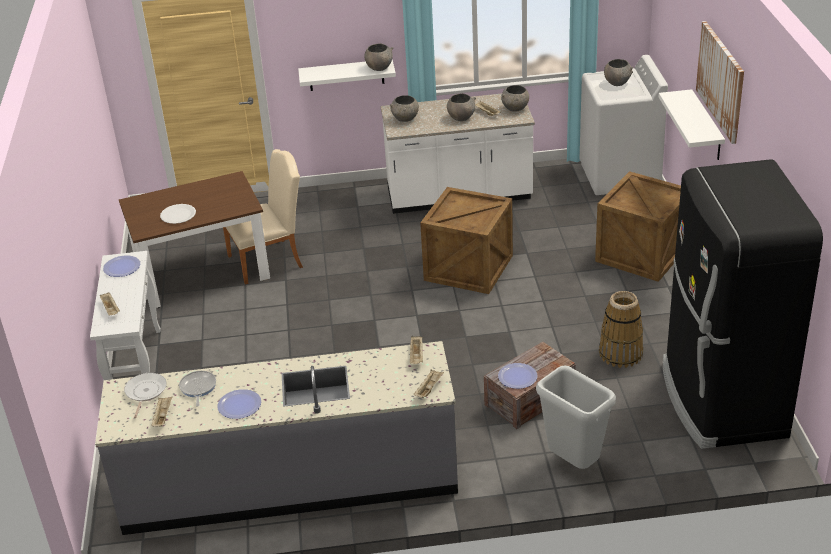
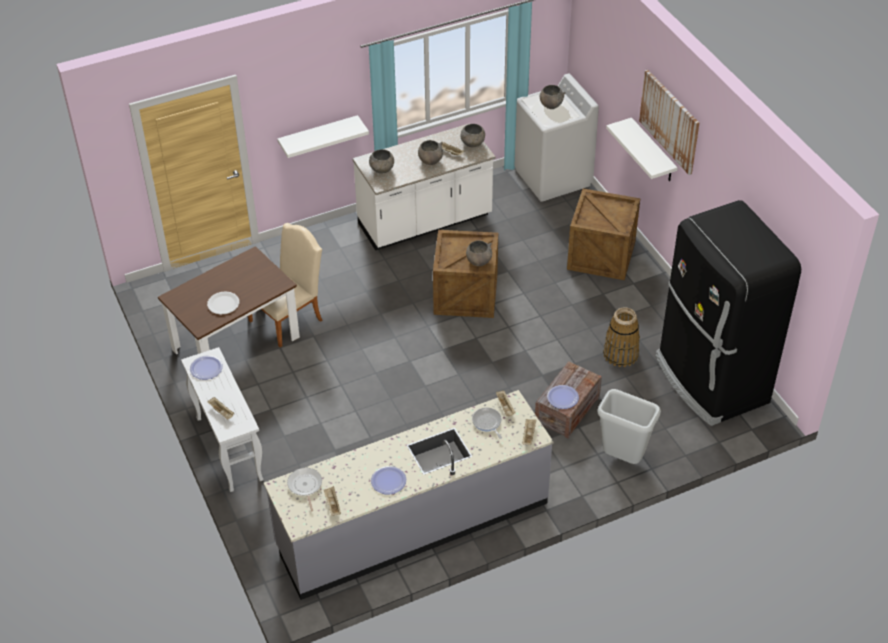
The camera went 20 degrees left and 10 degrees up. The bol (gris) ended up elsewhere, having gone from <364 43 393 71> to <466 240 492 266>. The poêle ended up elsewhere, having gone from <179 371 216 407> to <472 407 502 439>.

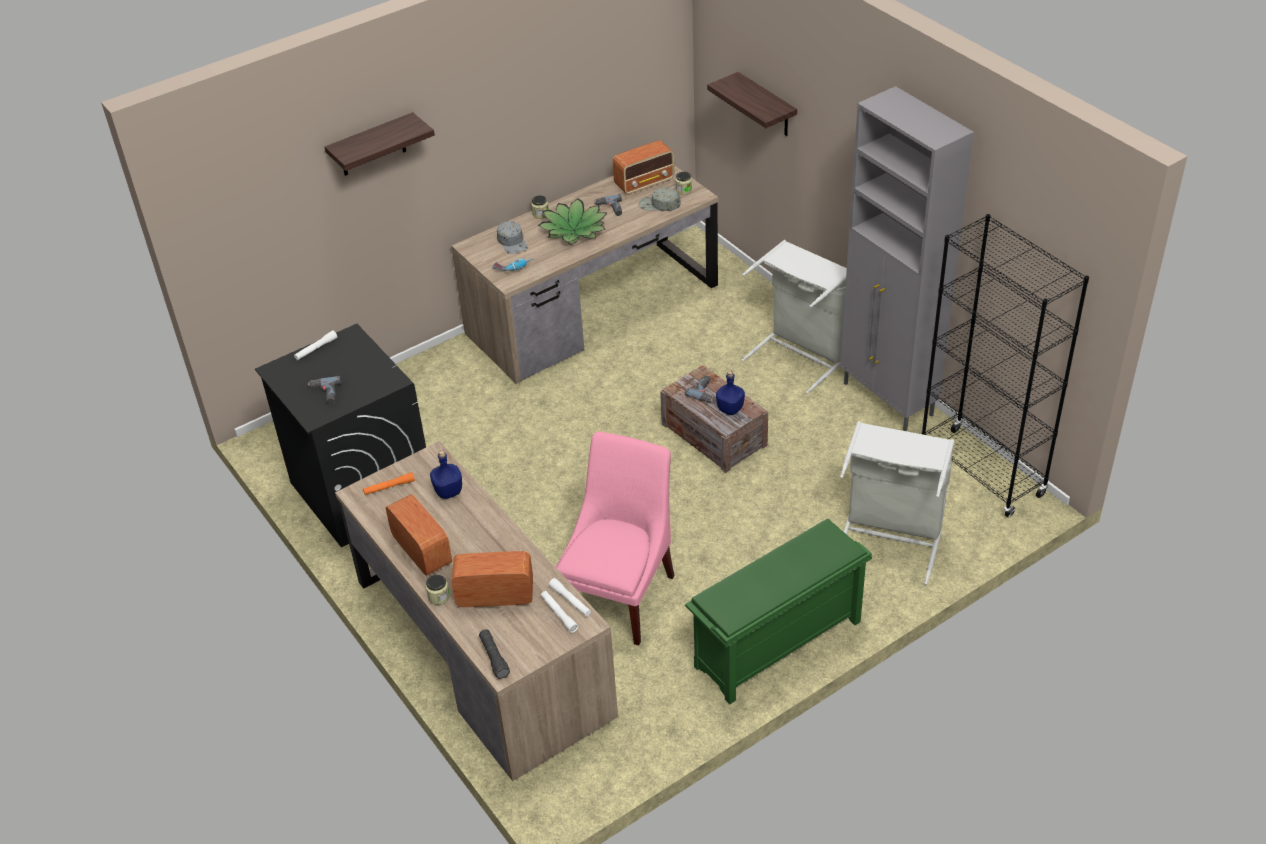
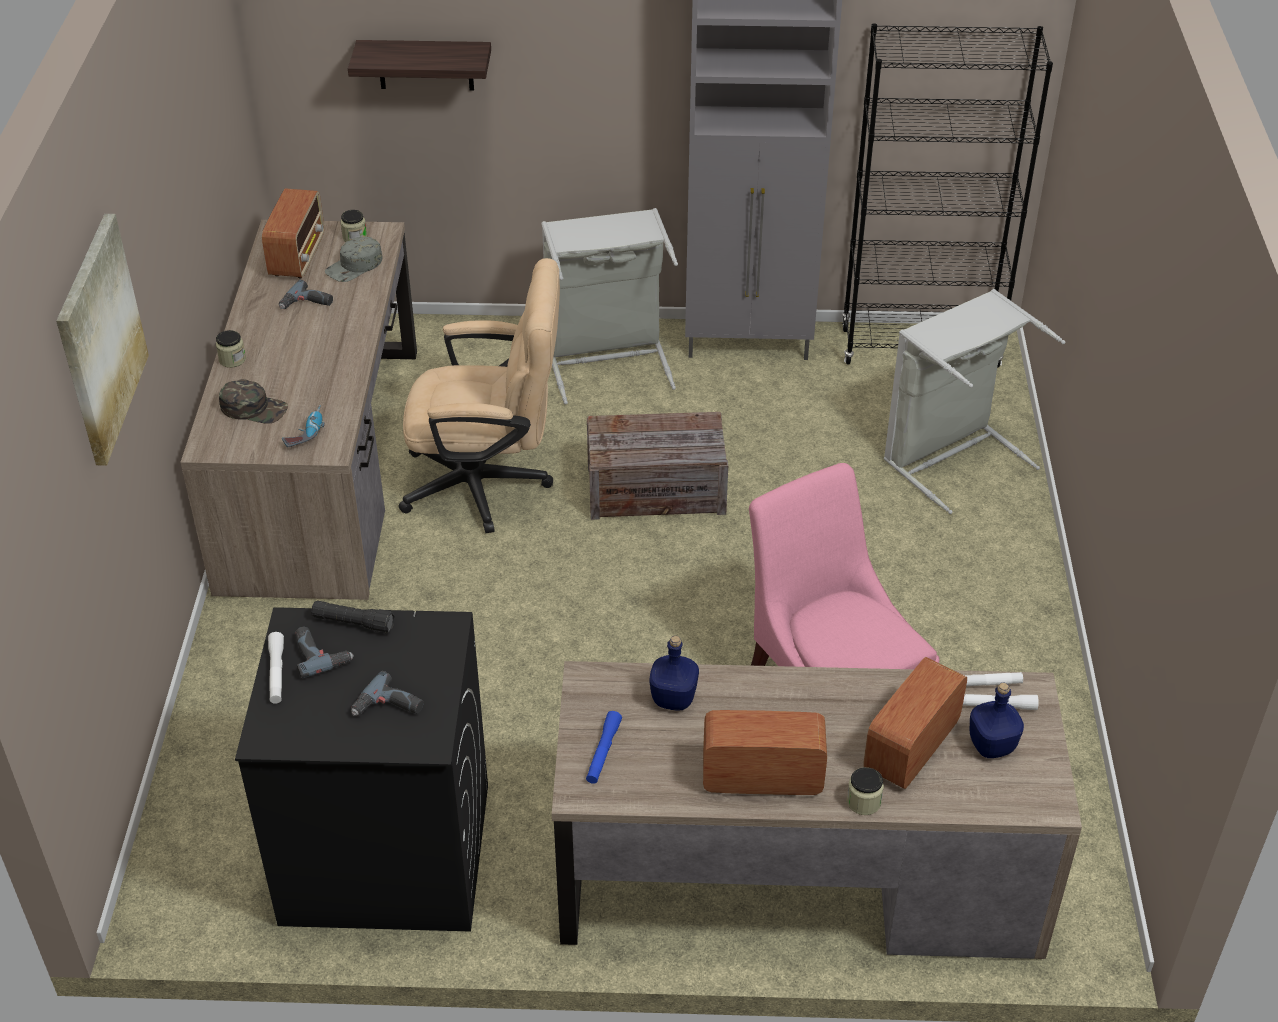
The camera went 55 degrees left and 0 degrees up. Where the étagère hung at <325 112 435 176>, the tableau came to hang at <56 214 149 466>. What was the casquette (gris) at <497 221 528 254> turned into the casquette (vert) at <219 379 288 424>. The perceuse ended up elsewhere, having gone from <685 375 713 403> to <295 627 354 679>. The lampe de poche (noir) ended up elsewhere, having gone from <479 629 510 679> to <311 601 395 633>. The second view gained the chaise de bureau (beige) at <398 258 560 533>. What was the lampe de poche (orange) at <363 472 415 495> turned into the lampe de poche (bleu) at <586 711 622 784>. The bouteille (bleu) ended up elsewhere, having gone from <716 371 745 415> to <970 683 1024 758>. The second view lost the plante en pot at <538 198 607 245>. The second view lost the étagère à chaussures (vert) at <685 519 872 704>.

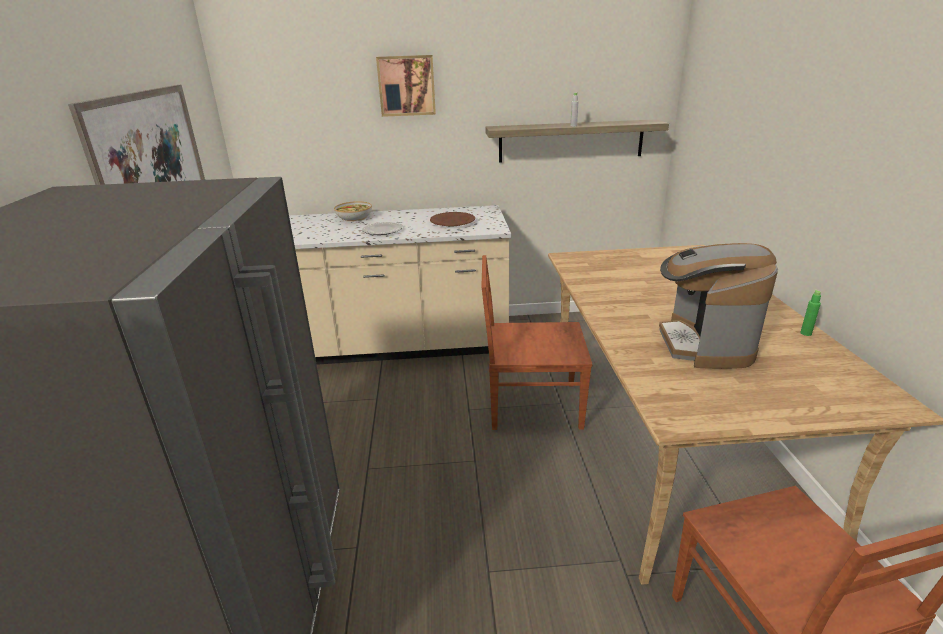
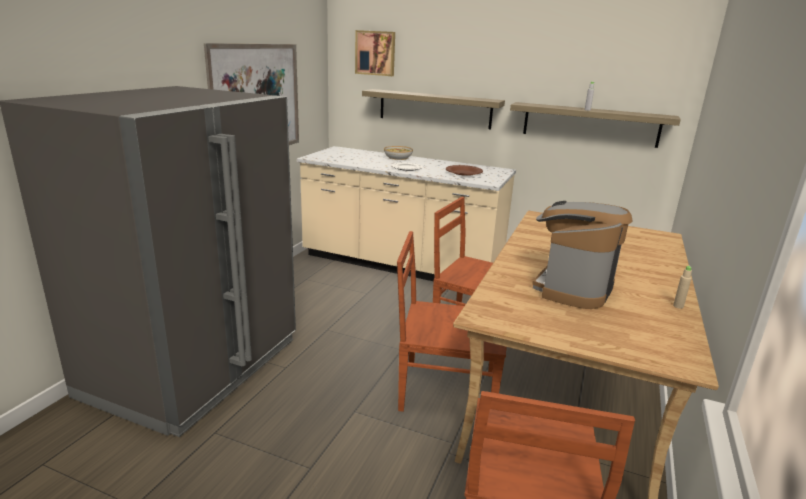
The camera went 25 degrees right and 5 degrees down. The tableau ended up elsewhere, having gone from <376 55 436 117> to <355 30 395 76>. The second view gained the étagère at <362 89 505 129>. The second view gained the chaise (marron) at <397 231 506 412>. What was the bouteille (vert) at <800 290 821 336> turned into the bouteille (beige) at <673 266 692 309>.

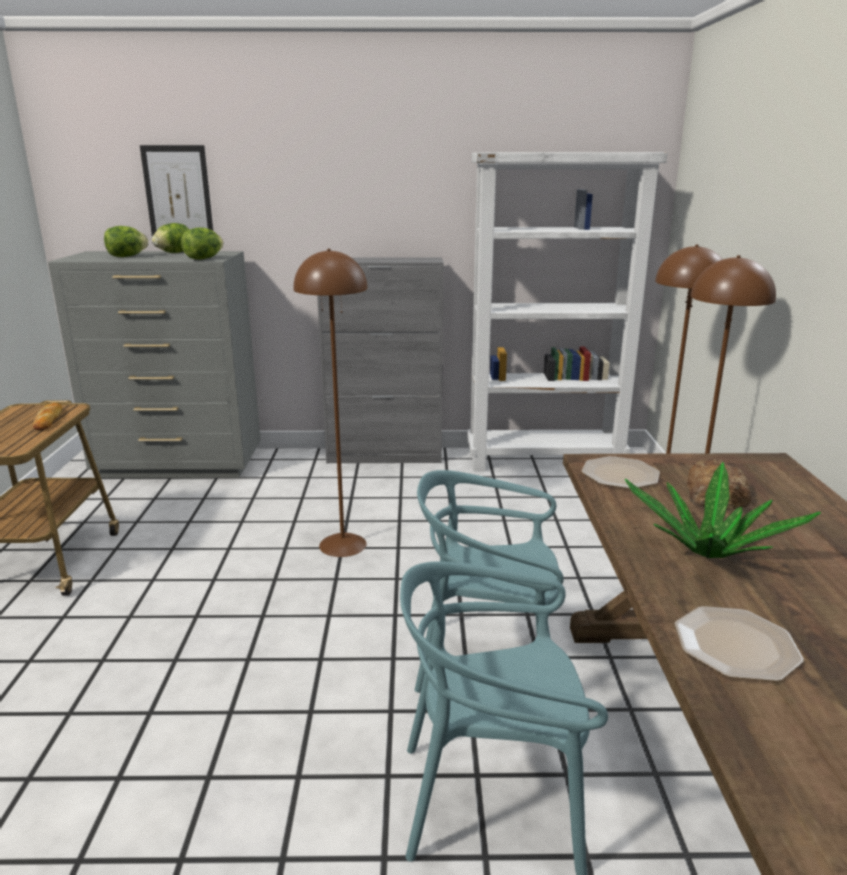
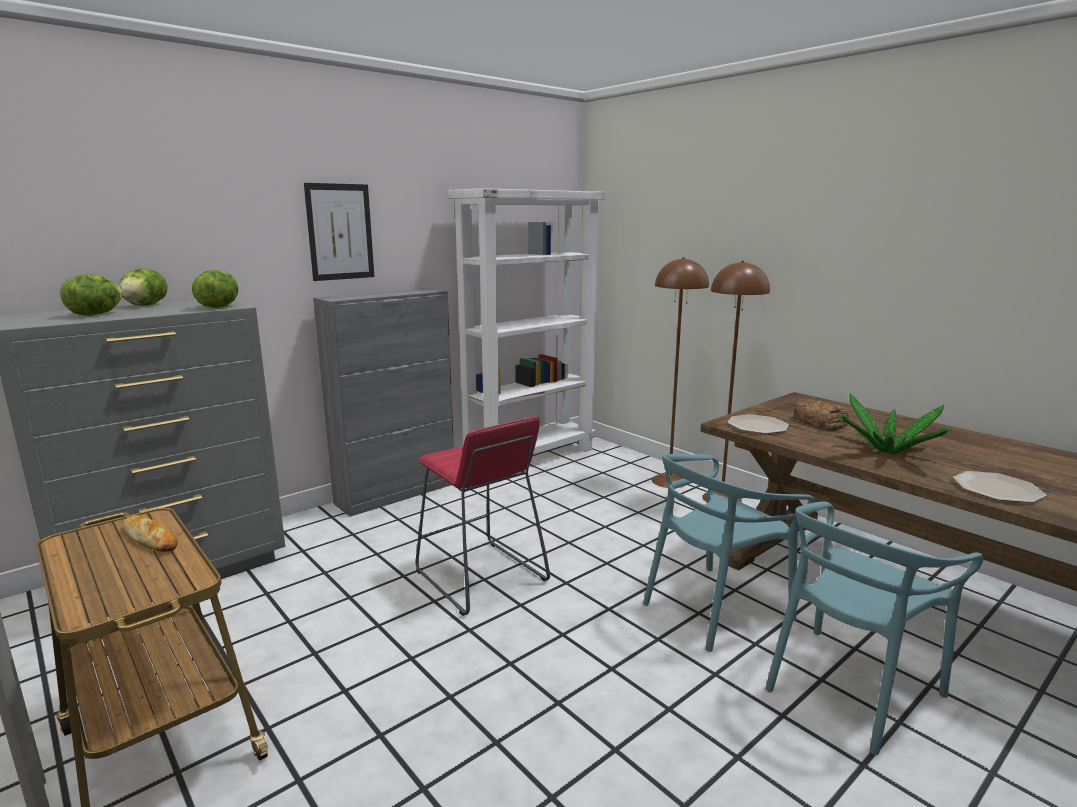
The camera went 40 degrees left and 5 degrees down. The tableau ended up elsewhere, having gone from <140 145 213 236> to <304 183 374 281>. Where the lampadaire (marron) stood at <294 249 368 557>, the tabouret (rouge) came to stand at <415 416 550 616>.

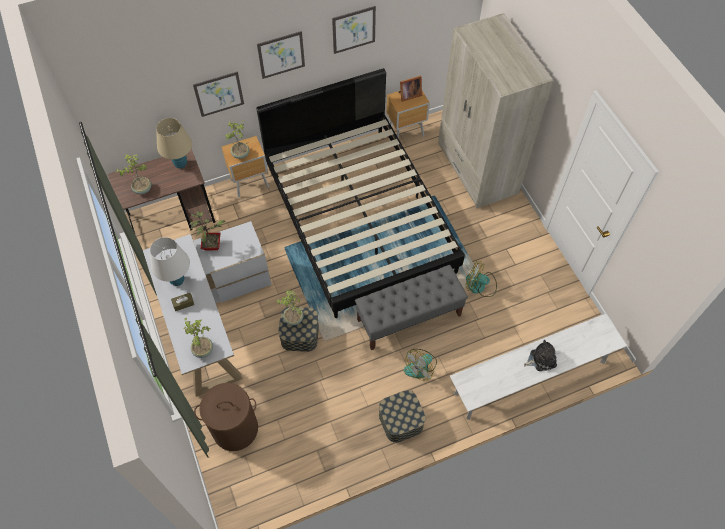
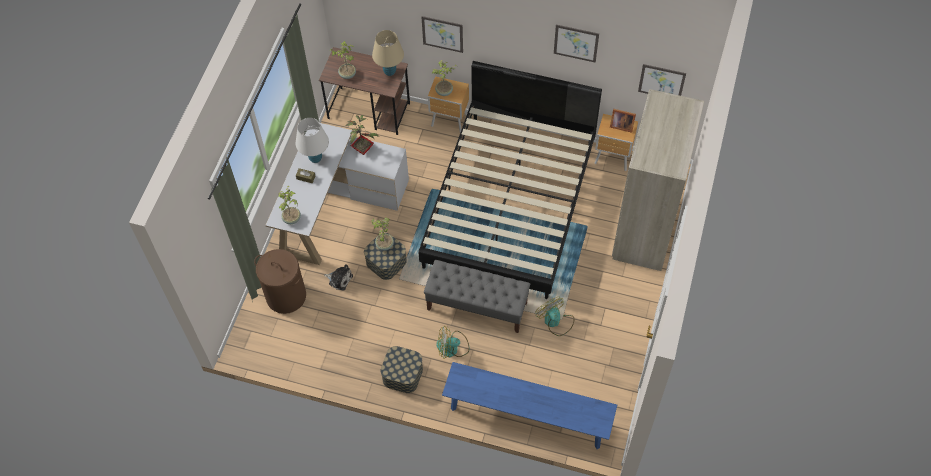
The camera went 40 degrees right and 0 degrees up. The peluche ended up elsewhere, having gone from <524 340 557 371> to <324 264 353 291>. What was the banc (blanc) at <450 313 627 420> turned into the banc (bleu) at <442 362 617 449>. The tableau ended up elsewhere, having gone from <257 31 305 79> to <638 64 686 96>.

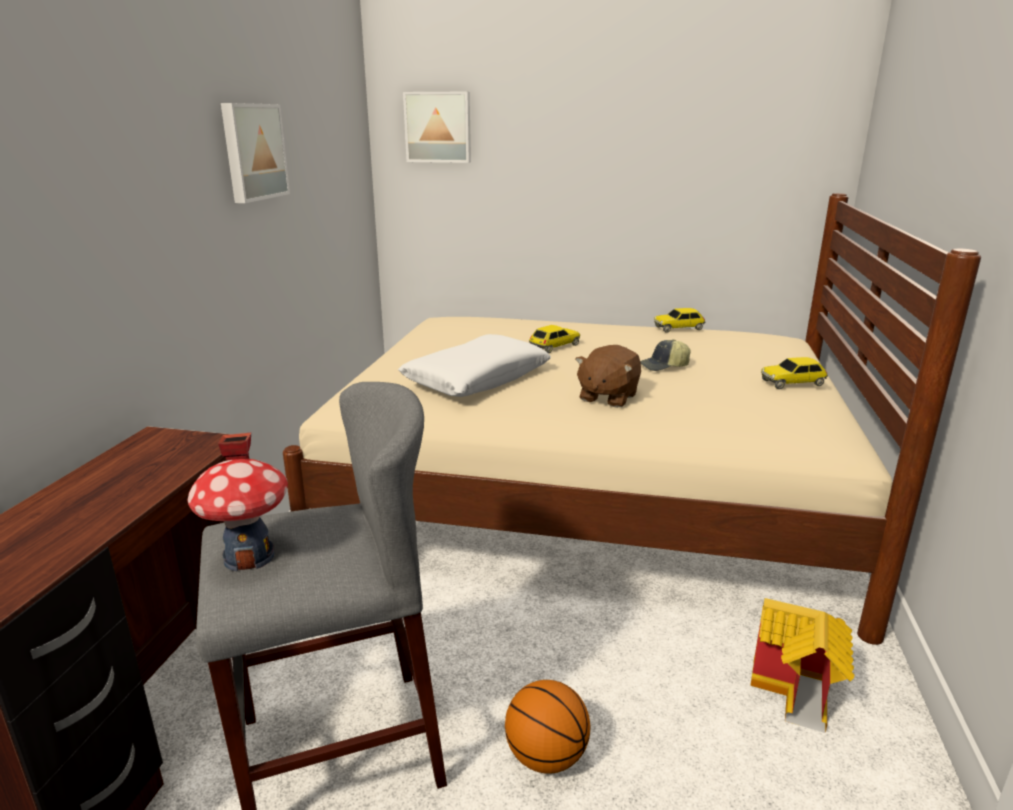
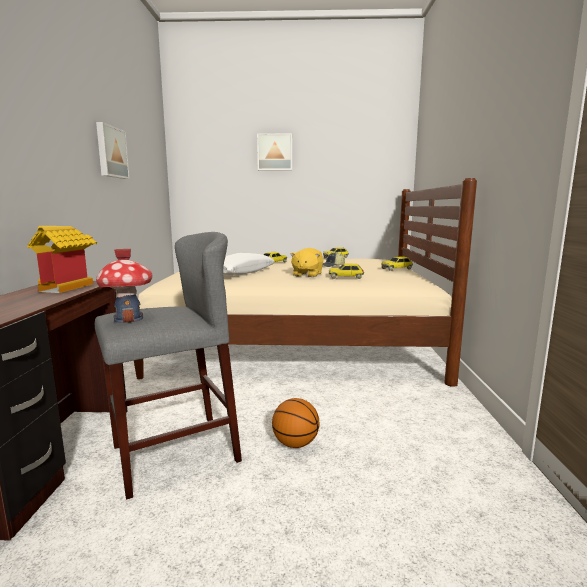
The camera went 10 degrees left and 10 degrees down. The maison miniature ended up elsewhere, having gone from <750 598 854 733> to <27 226 97 293>. The tableau ended up elsewhere, having gone from <403 92 471 163> to <257 133 292 170>. What was the peluche (marron) at <575 345 641 408> turned into the peluche (jaune) at <290 248 323 277>. The second view gained the petite voiture at <329 263 364 279>.

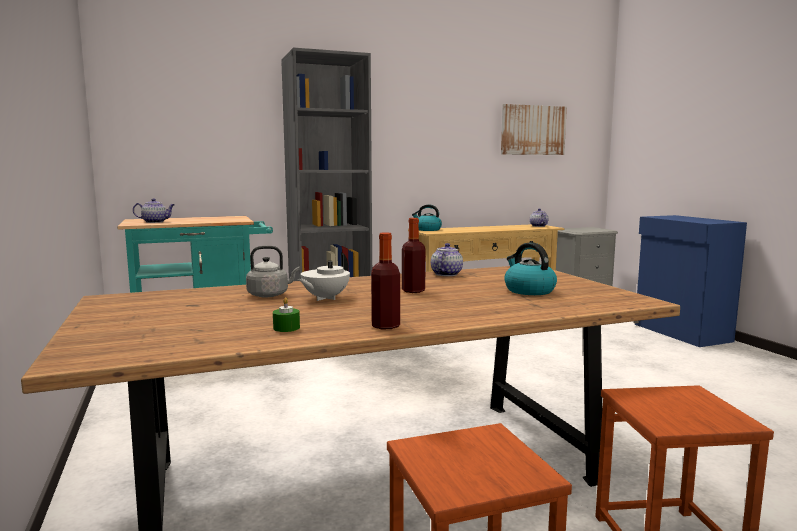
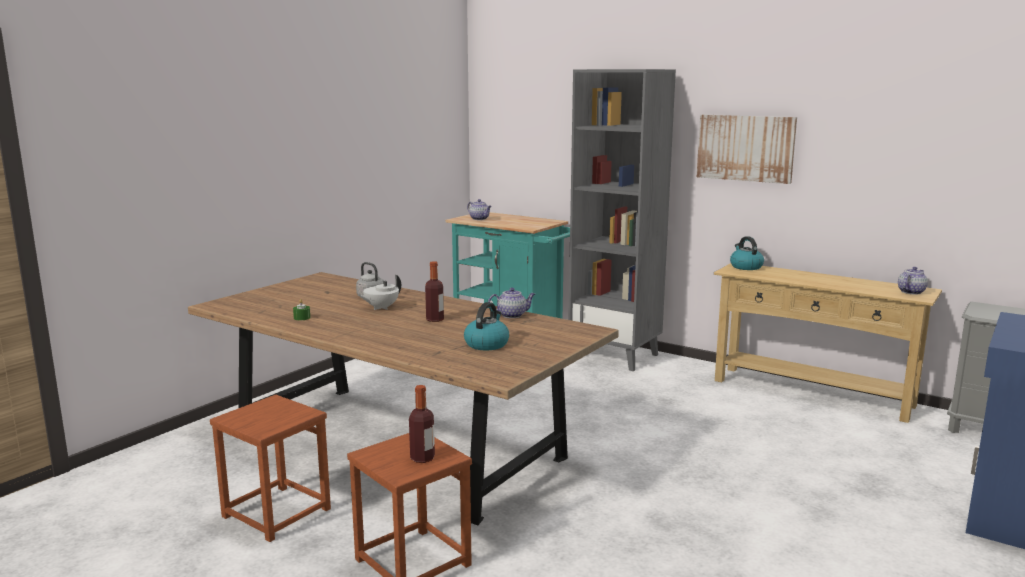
The camera went 55 degrees right and 5 degrees up. The théière (blanc) at <298 253 350 301> ended up facing another way, 45 degrees counterclockwise from before. The bouteille ended up elsewhere, having gone from <371 232 400 329> to <409 385 435 463>. The tableau ended up elsewhere, having gone from <501 104 567 155> to <697 115 797 184>.

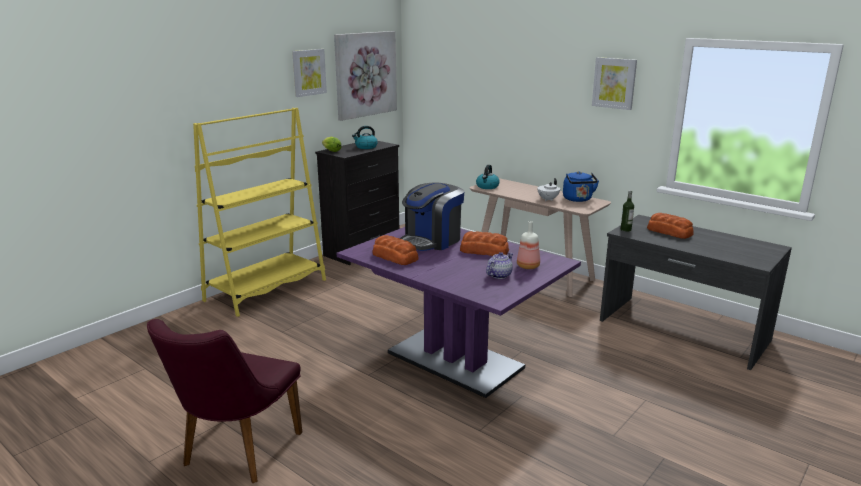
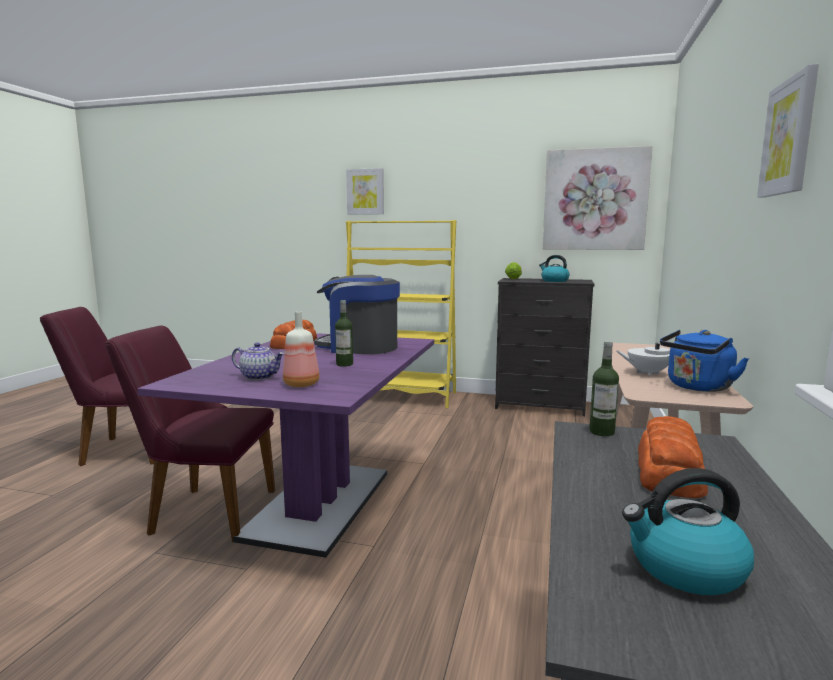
The camera went 65 degrees right and 10 degrees down. The second view gained the chaise (violet) at <105 326 275 542>. Where the pain stood at <460 231 509 256>, the bouteille came to stand at <335 300 353 367>. The tableau ended up elsewhere, having gone from <292 49 327 97> to <346 168 384 215>. The bouilloire ended up elsewhere, having gone from <476 165 500 189> to <622 468 754 595>.

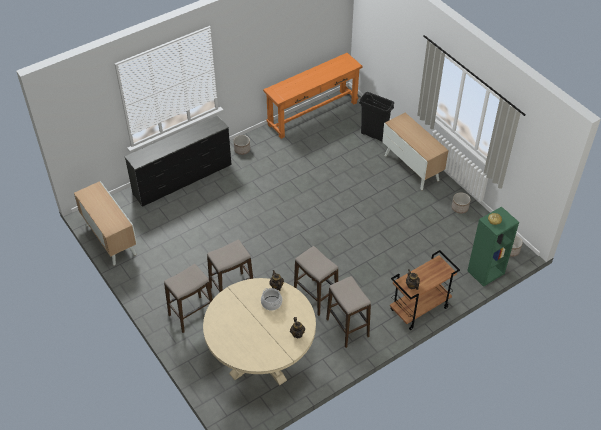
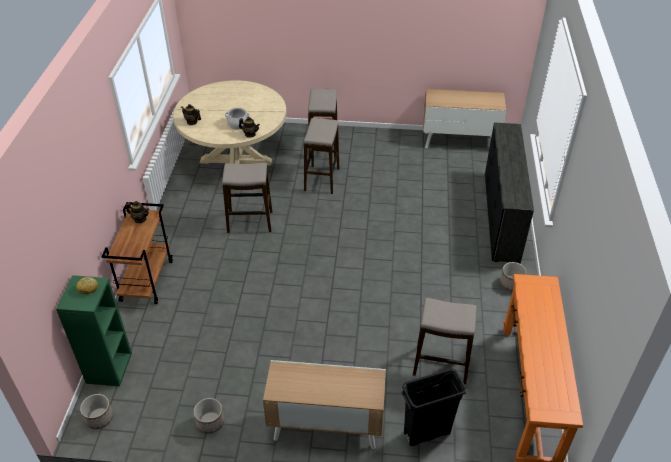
The camera went 130 degrees right and 5 degrees down. The tabouret ended up elsewhere, having gone from <326 276 371 348> to <413 298 477 384>.

